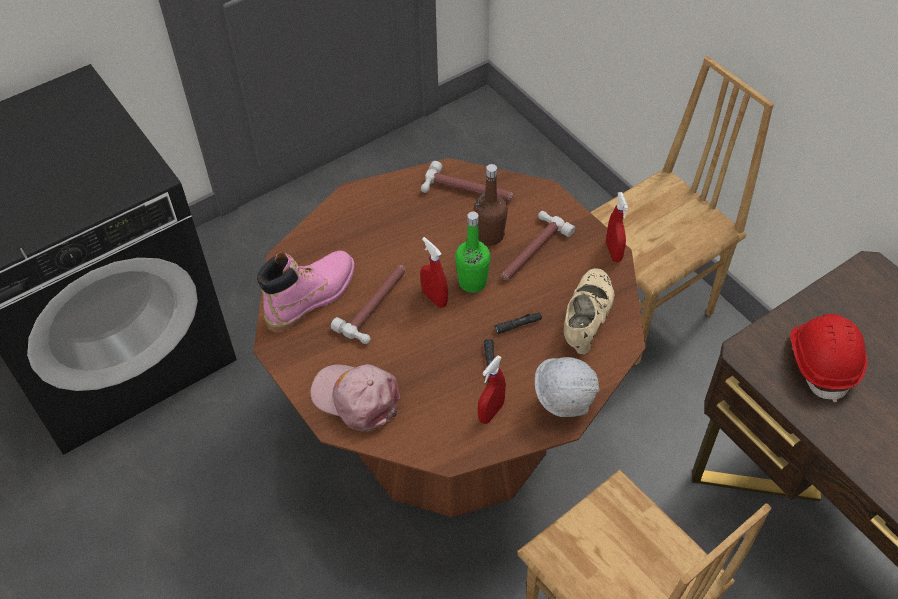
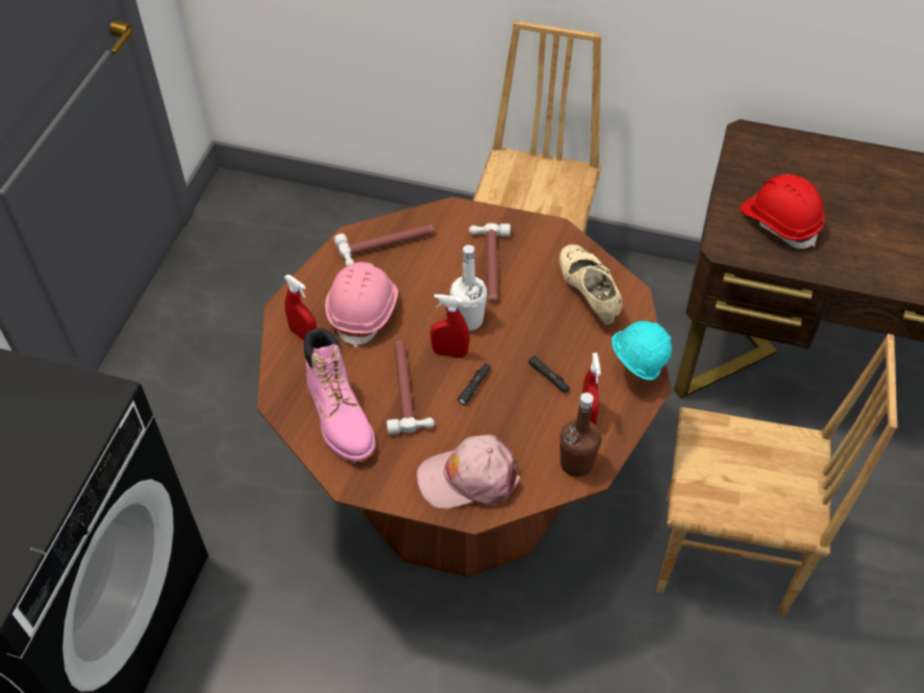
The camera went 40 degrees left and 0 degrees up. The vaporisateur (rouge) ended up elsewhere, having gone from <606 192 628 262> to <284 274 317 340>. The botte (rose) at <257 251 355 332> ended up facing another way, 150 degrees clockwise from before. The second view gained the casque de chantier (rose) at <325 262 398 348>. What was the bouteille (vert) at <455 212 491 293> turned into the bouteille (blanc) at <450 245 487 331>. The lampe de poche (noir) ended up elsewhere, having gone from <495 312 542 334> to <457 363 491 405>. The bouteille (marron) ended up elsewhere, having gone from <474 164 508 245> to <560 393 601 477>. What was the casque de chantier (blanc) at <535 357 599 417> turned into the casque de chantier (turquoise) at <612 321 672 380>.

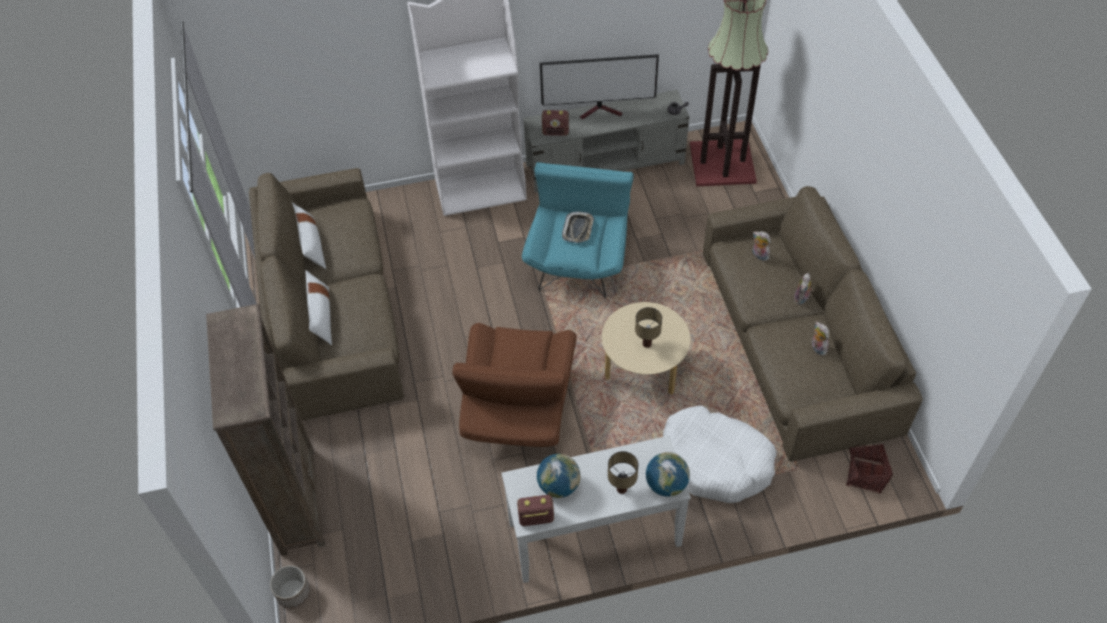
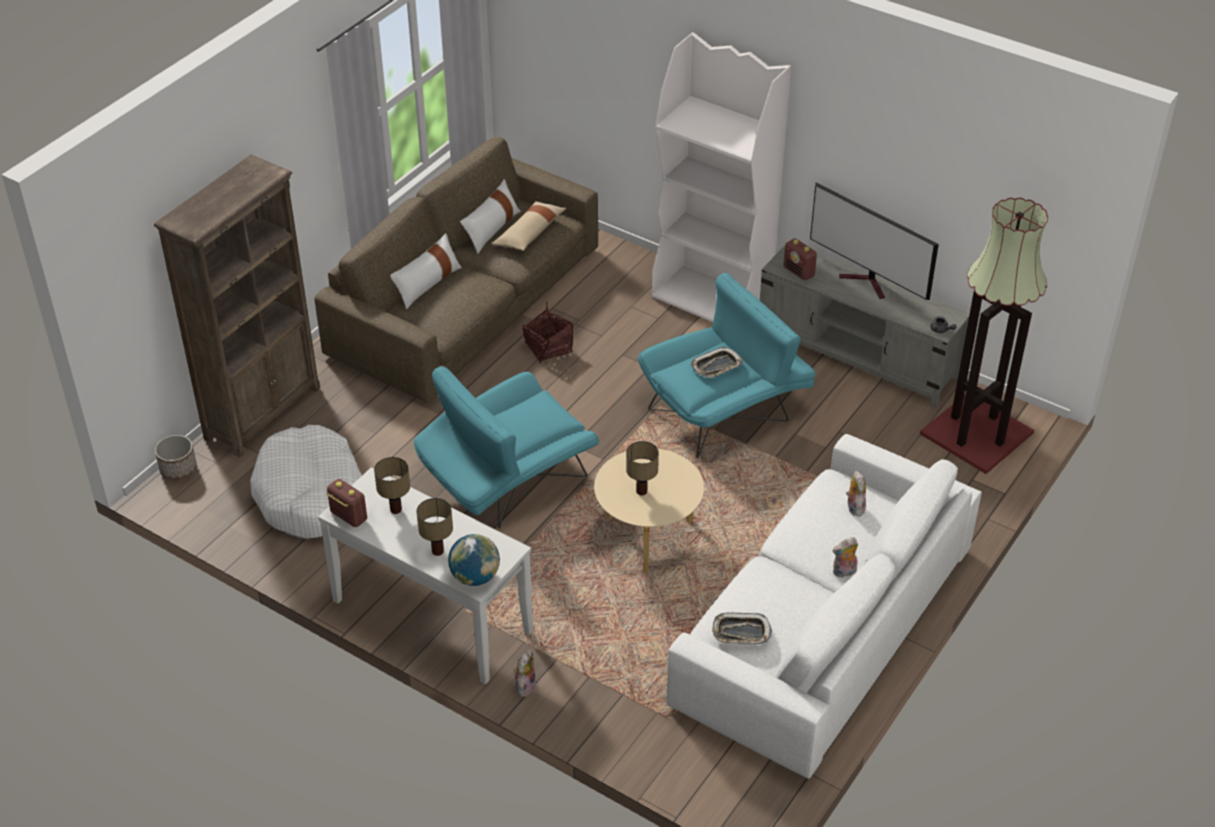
The camera went 45 degrees right and 10 degrees down. The panier pour chien (blanc) ended up elsewhere, having gone from <663 406 777 503> to <250 425 362 539>. Where the globe stood at <537 454 581 498>, the lampe de table came to stand at <374 457 410 514>. What was the fauteuil (marron) at <452 323 577 447> turned into the fauteuil (turquoise) at <414 366 599 528>. The second view gained the coussin (beige) at <492 201 567 251>. The peluche ended up elsewhere, having gone from <812 322 830 356> to <513 650 536 699>. The panier ended up elsewhere, having gone from <846 444 893 494> to <523 302 573 364>. What was the canapé (marron) at <703 186 923 462> turned into the canapé (blanc) at <666 434 982 779>. The second view gained the plateau at <712 613 772 644>.

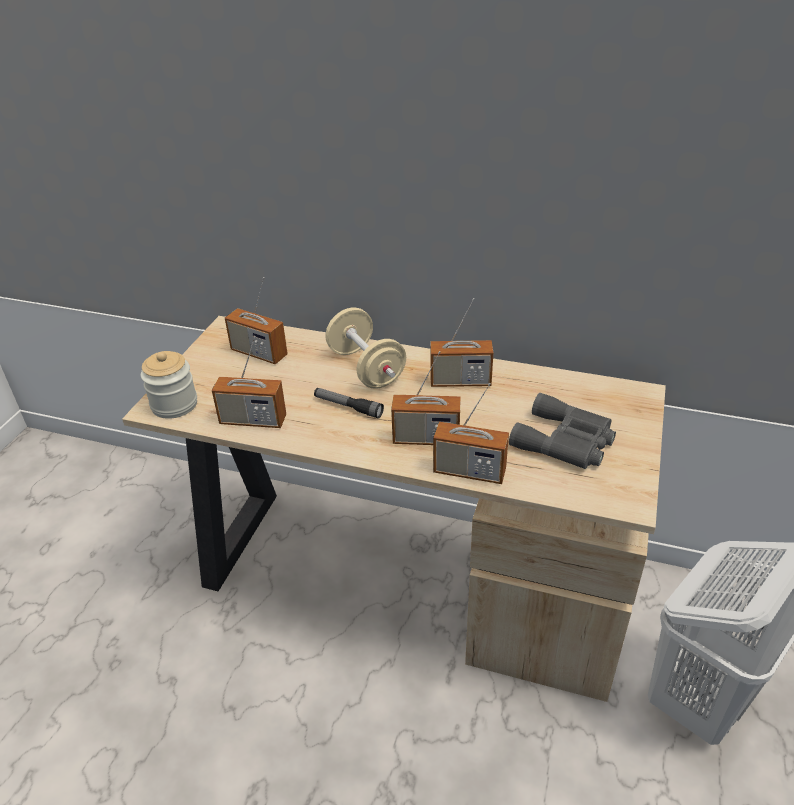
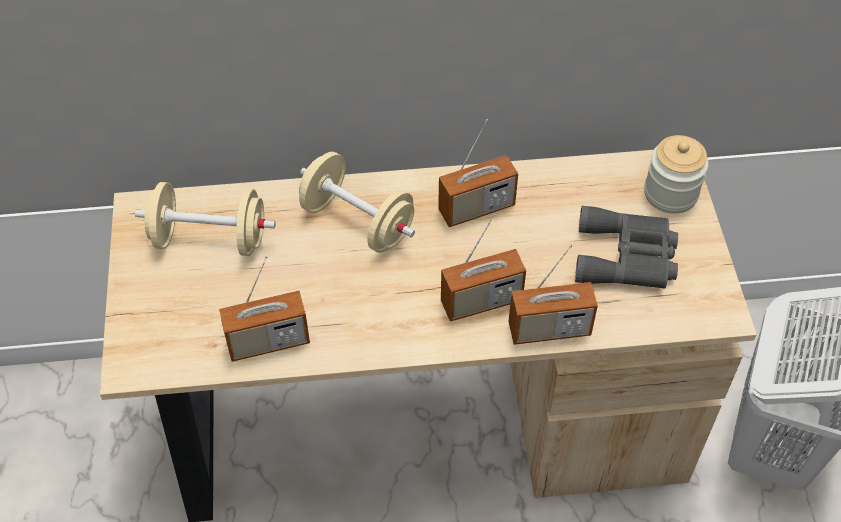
The camera went 25 degrees left and 15 degrees up. Where the radio stood at <225 277 288 364>, the haltère (beige) came to stand at <135 182 276 256>. The bocal ended up elsewhere, having gone from <141 351 197 419> to <644 135 709 214>. The second view lost the lampe de poche at <314 388 384 419>.

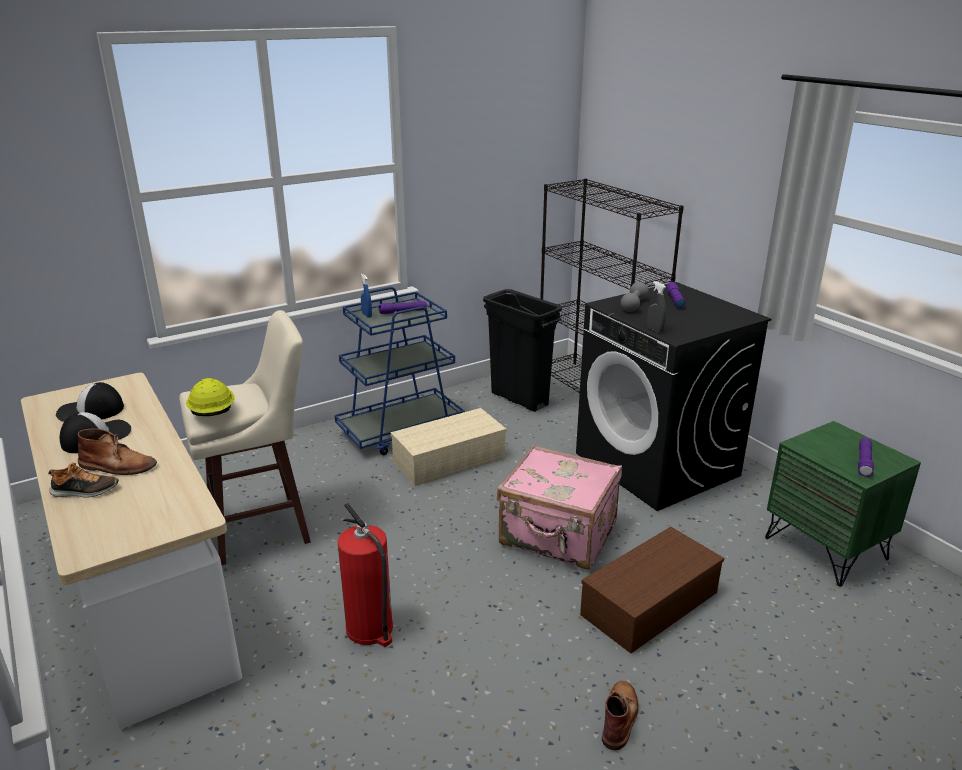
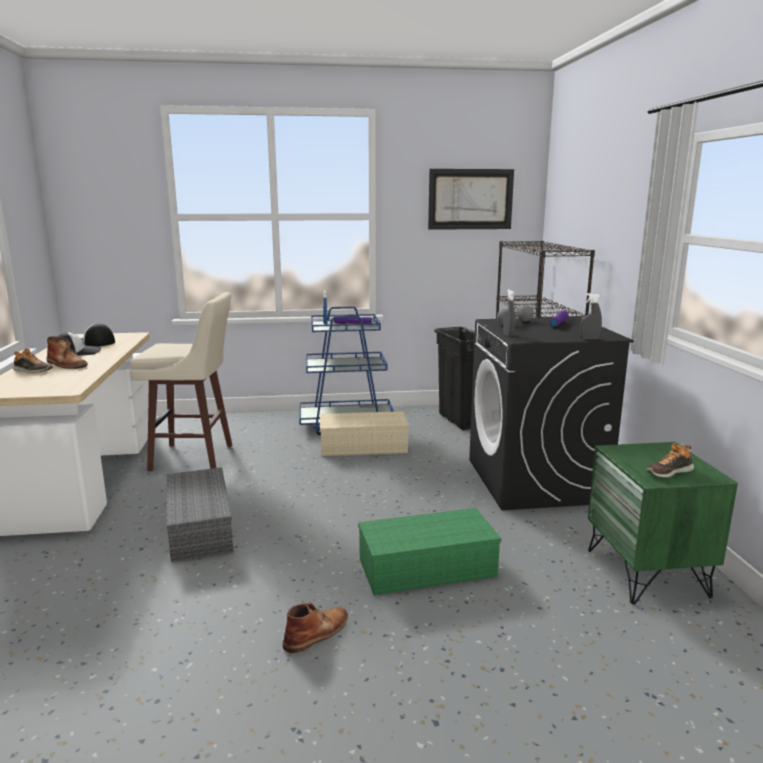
The camera went 25 degrees right and 10 degrees down. Where the extincteur stood at <337 503 393 647>, the boîte de rangement (gris) came to stand at <166 467 233 562>. What was the boîte de rangement (marron) at <580 527 724 653> turned into the boîte de rangement (vert) at <358 508 501 595>. The second view gained the tableau at <428 169 514 230>. The second view gained the vaporisateur (gris) at <580 293 602 340>. Where the lampe de poche (violet) stood at <858 438 874 477>, the chaussure came to stand at <646 443 694 478>. The second view lost the casque de chantier (jaune) at <186 378 235 416>. The second view lost the valise (rose) at <497 445 622 570>.

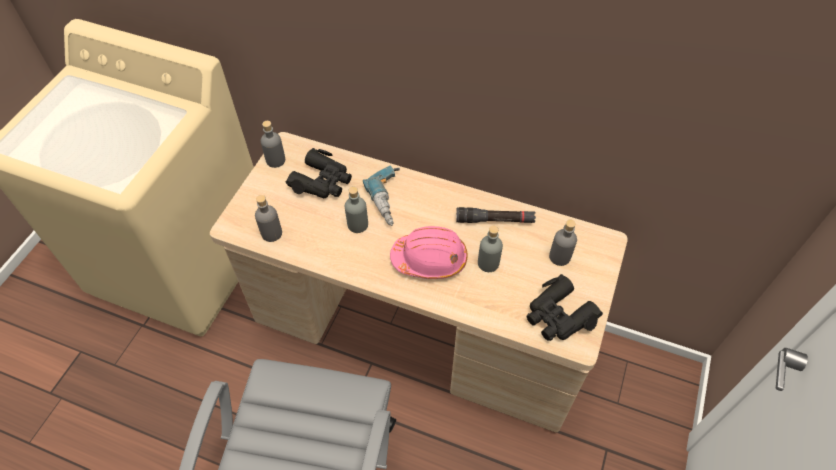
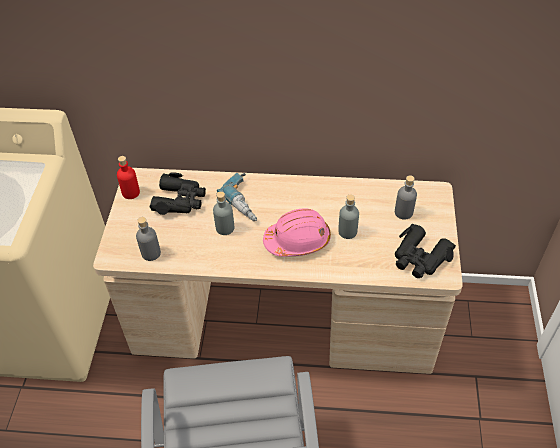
The camera went 15 degrees left and 5 degrees down. What was the bouteille (gris) at <261 121 285 168> turned into the bouteille (rouge) at <117 156 140 199>. The second view lost the lampe de poche (noir) at <456 207 536 223>.

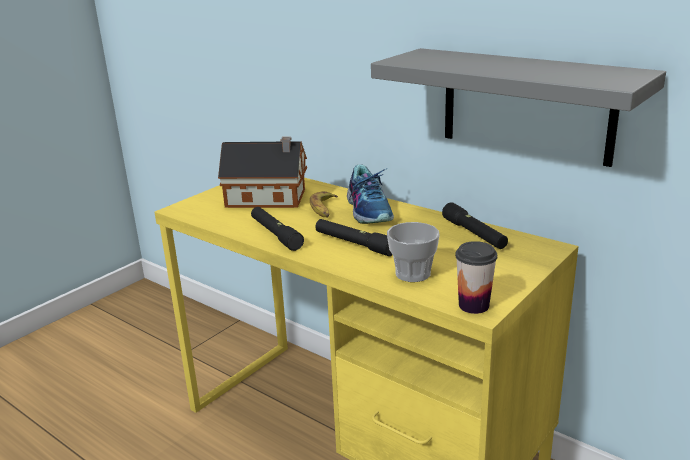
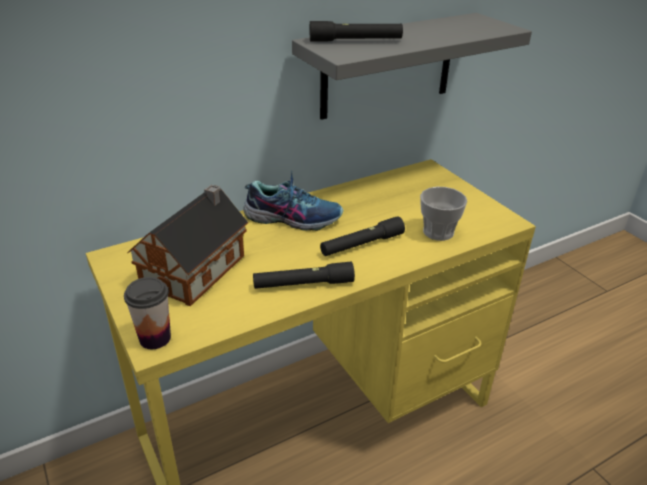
The camera went 70 degrees left and 10 degrees up. The tasse ended up elsewhere, having gone from <455 241 497 314> to <124 277 171 349>. The lampe de poche (noir) ended up elsewhere, having gone from <442 202 508 249> to <310 21 403 42>. The second view lost the banane at <310 191 338 217>.

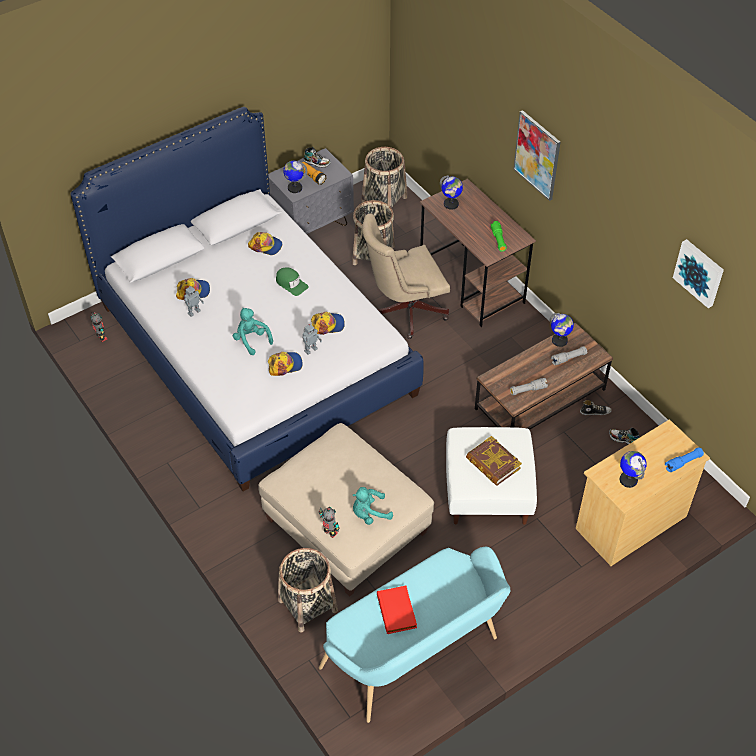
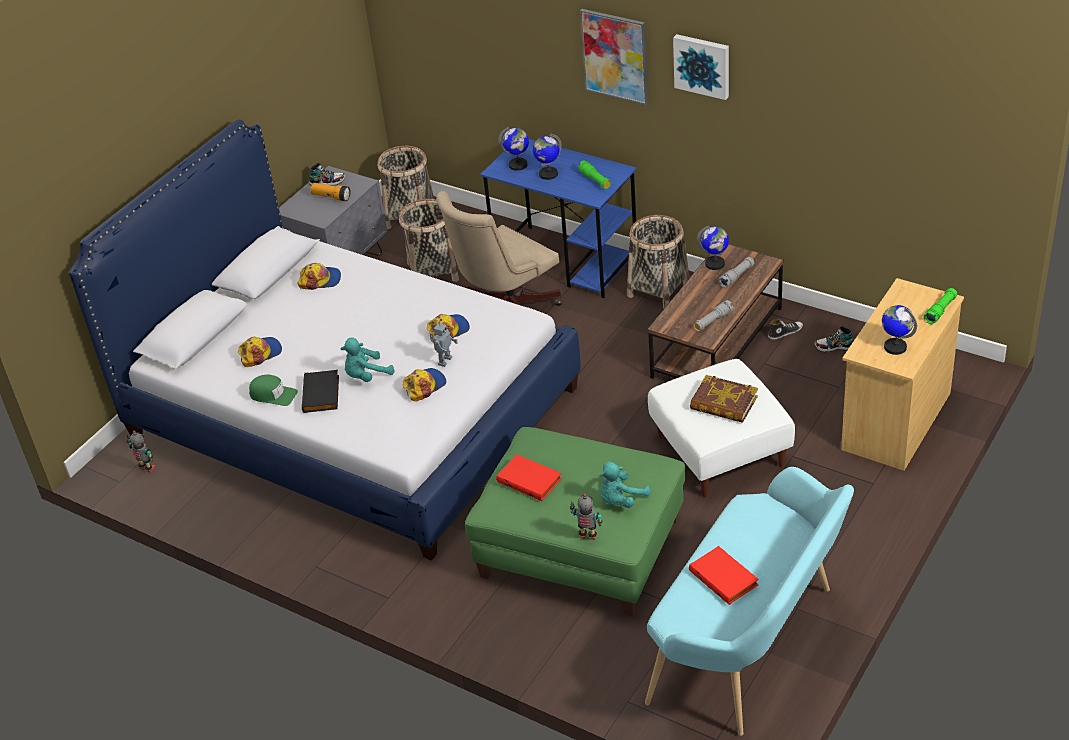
The camera went 20 degrees left and 10 degrees down. The casquette (vert) ended up elsewhere, having gone from <276 267 309 296> to <249 375 298 406>. The second view gained the livre (noir) at <302 370 339 413>. The peluche (turquoise) at <233 308 273 355> ended up facing another way, 60 degrees counterclockwise from before. What was the pouf (beige) at <258 423 434 597> turned into the pouf (vert) at <465 427 685 617>. What was the bureau (marron) at <420 179 536 327> turned into the bureau (bleu) at <480 139 637 298>. The second view gained the livre (rouge) at <496 454 562 501>. The globe ended up elsewhere, having gone from <283 161 307 193> to <533 133 562 180>. The panier ended up elsewhere, having gone from <278 548 338 633> to <627 215 689 308>. The tableau ended up elsewhere, having gone from <673 239 724 308> to <673 34 729 100>. What was the lampe de poche (bleu) at <665 447 704 472> turned into the lampe de poche (vert) at <924 288 957 324>. The second view lost the robot jouet at <184 286 204 317>.

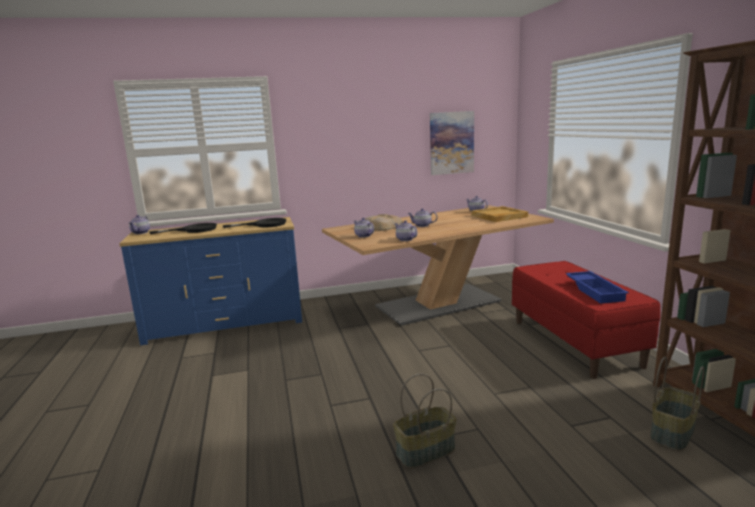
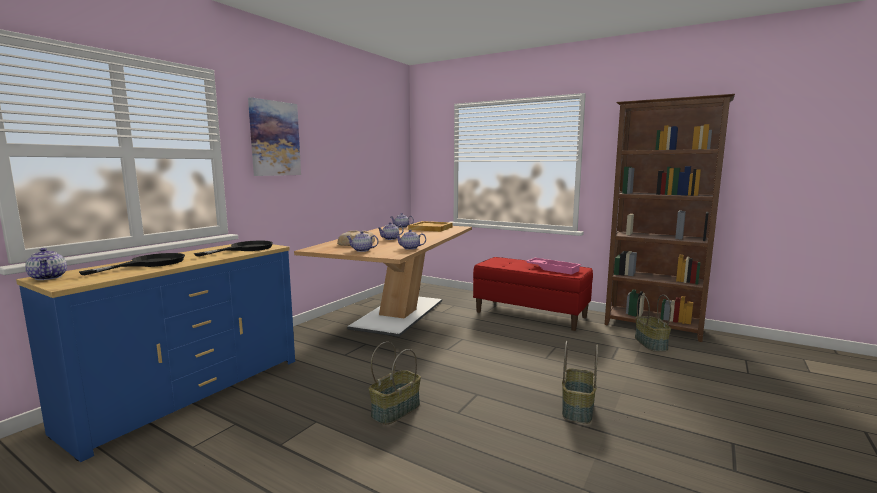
The camera went 45 degrees left and 5 degrees down. The tableau ended up elsewhere, having gone from <430 111 474 175> to <248 97 301 176>. The second view gained the panier at <369 342 421 425>. What was the plateau (bleu) at <566 271 629 304> turned into the plateau (rose) at <526 258 581 275>.

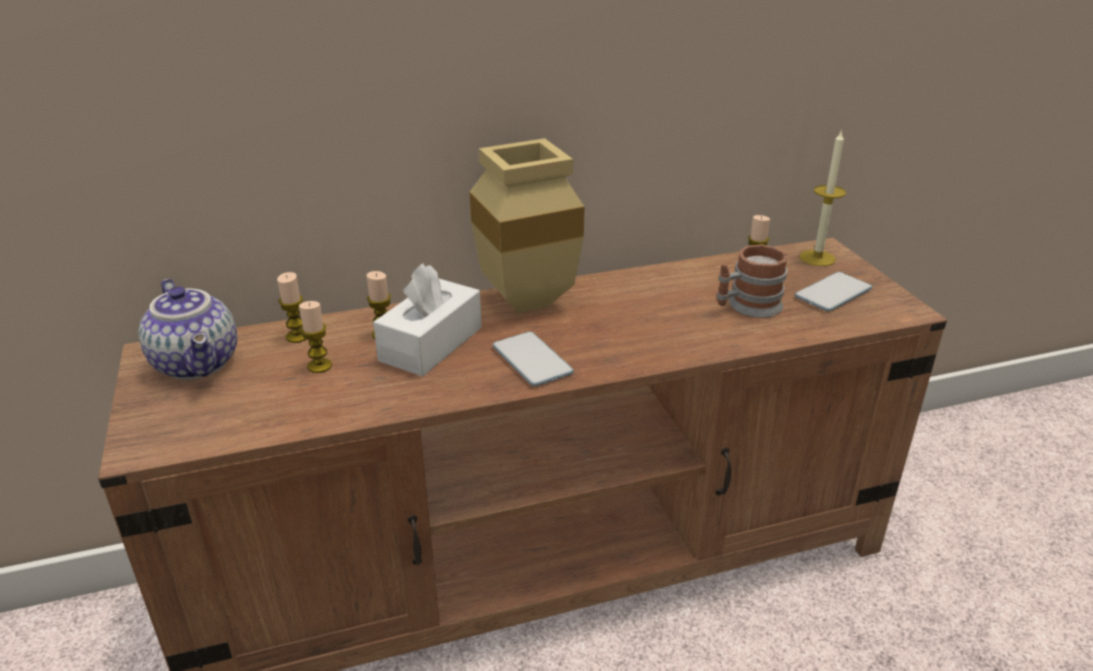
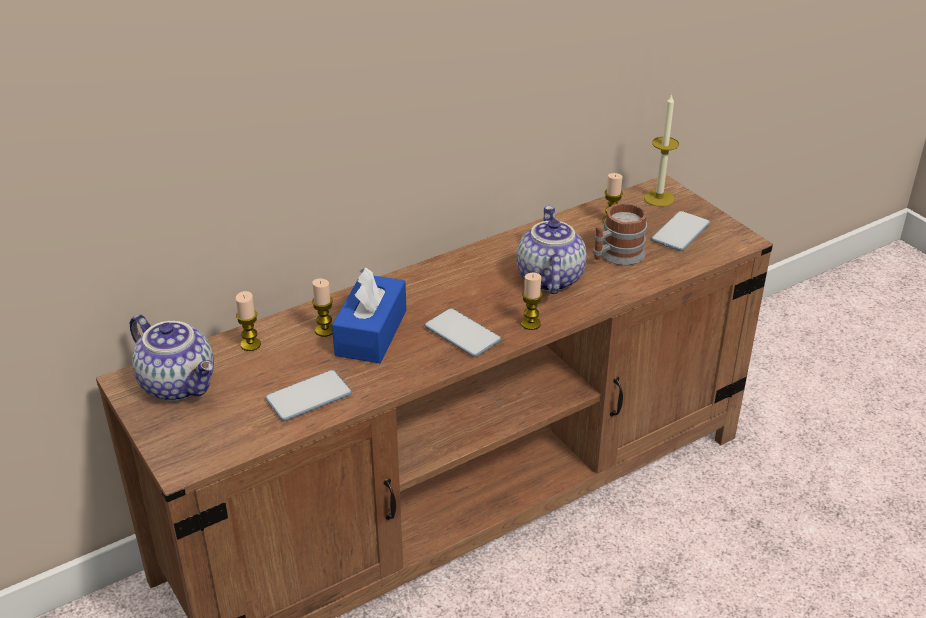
The camera went 15 degrees left and 5 degrees up. The second view gained the téléphone at <265 370 352 421>. What was the boîte à mouchoirs (blanc) at <373 263 482 376> turned into the boîte à mouchoirs (bleu) at <332 268 407 363>. The second view gained the théière at <516 206 587 294>. The bougie ended up elsewhere, having gone from <299 301 332 373> to <521 273 543 330>. The second view lost the vase (beige) at <470 138 585 313>.

